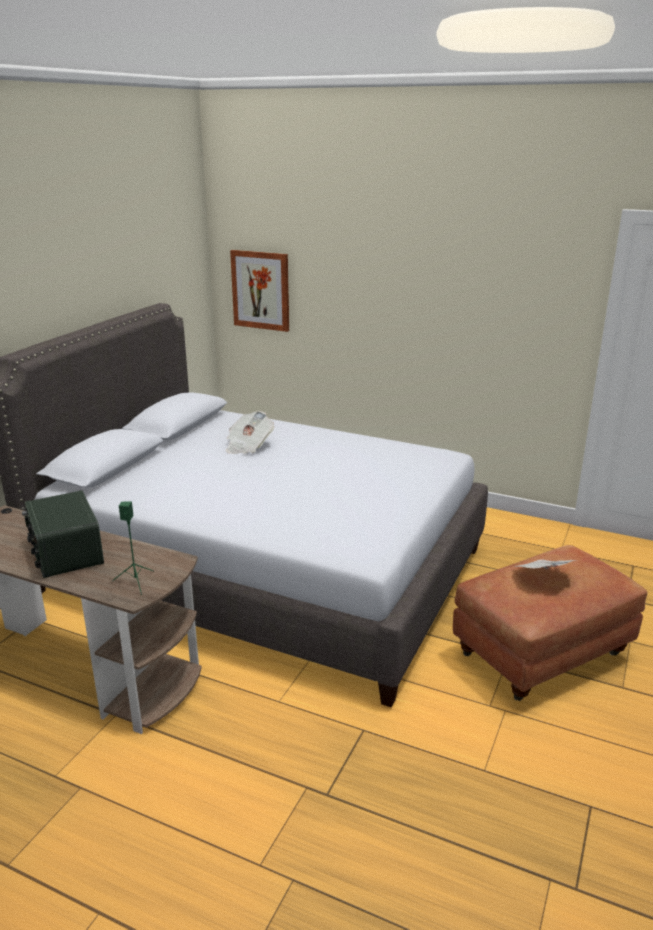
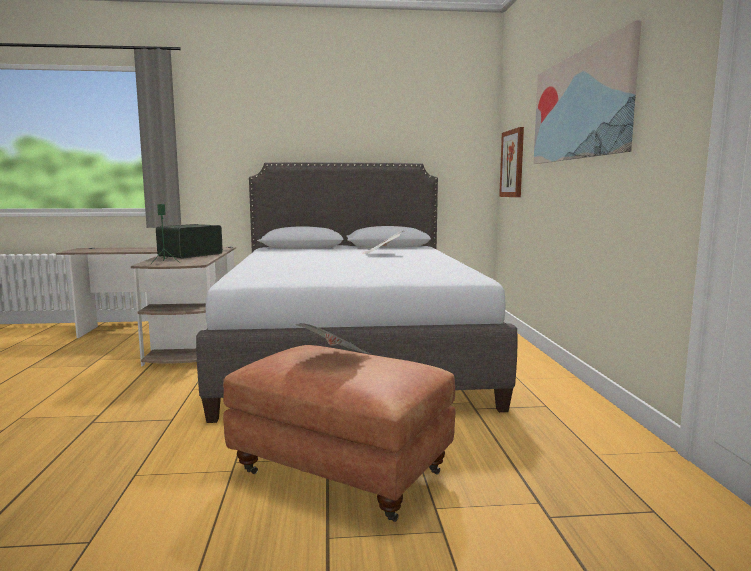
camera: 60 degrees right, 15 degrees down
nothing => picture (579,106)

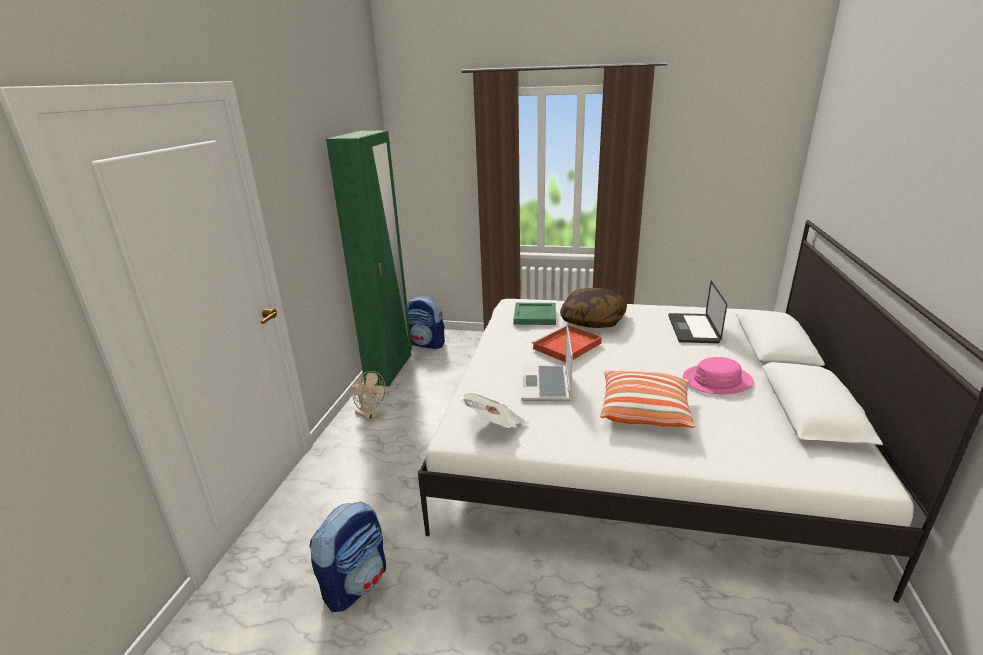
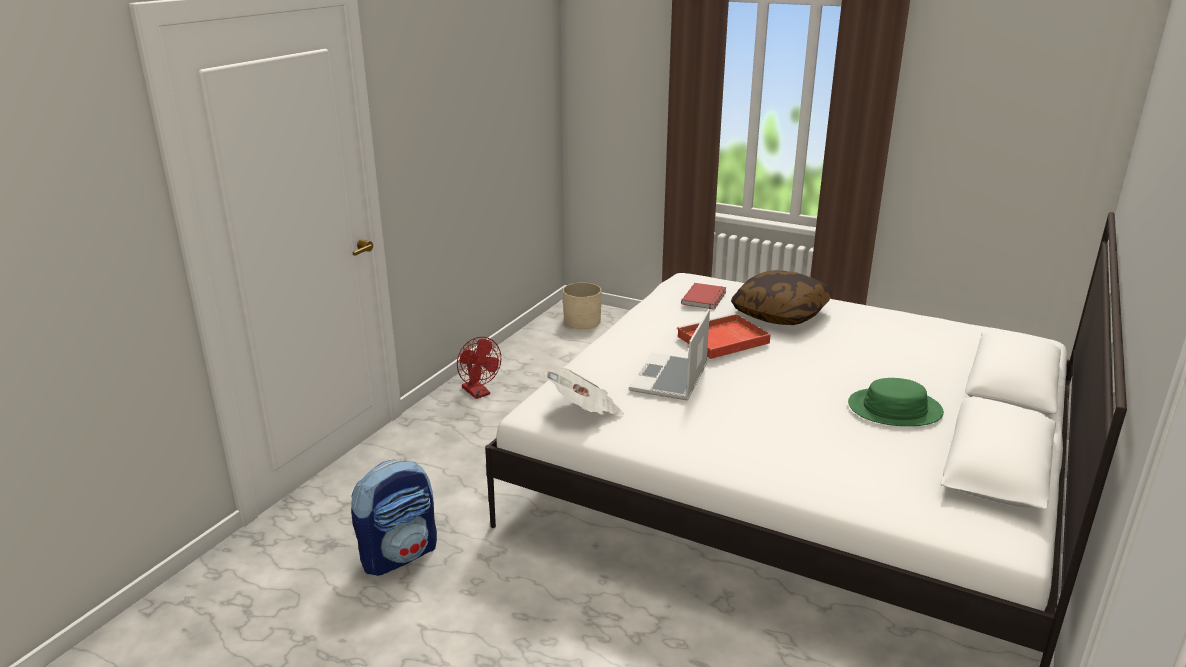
camera: 15 degrees right, 0 degrees up
beige_fan (370,415) => red_fan (479,393)
backpack (427,344) => beige_planter (582,321)
green_tray (535,315) => red_book (705,298)
pink_hat (717,380) => green_hat (894,409)
green_wardrobe (390,369) => nothing
pillow (644,411) => nothing
laptop (693,329) => nothing

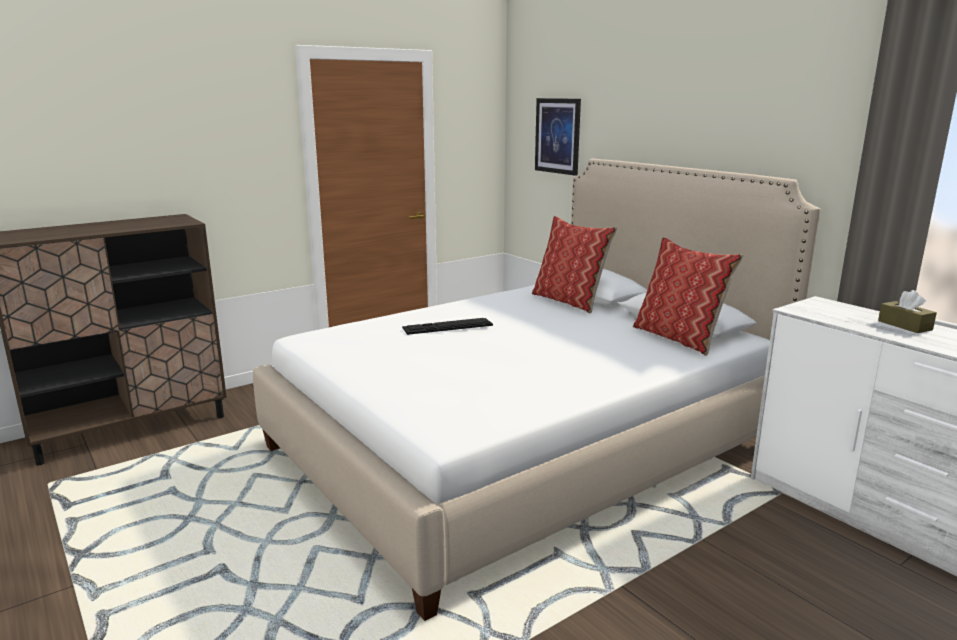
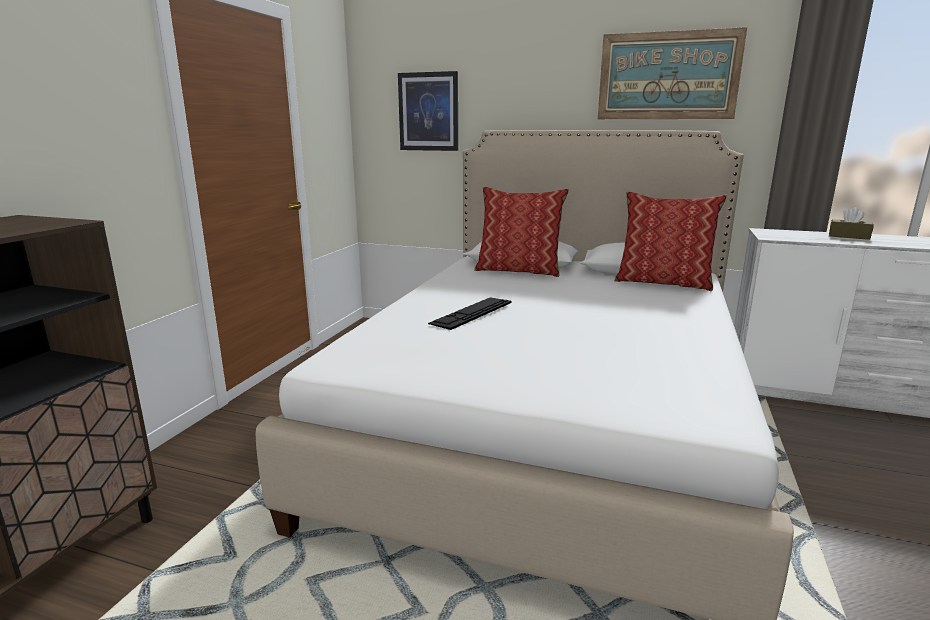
camera: 35 degrees left, 0 degrees up
nothing => picture (668,76)

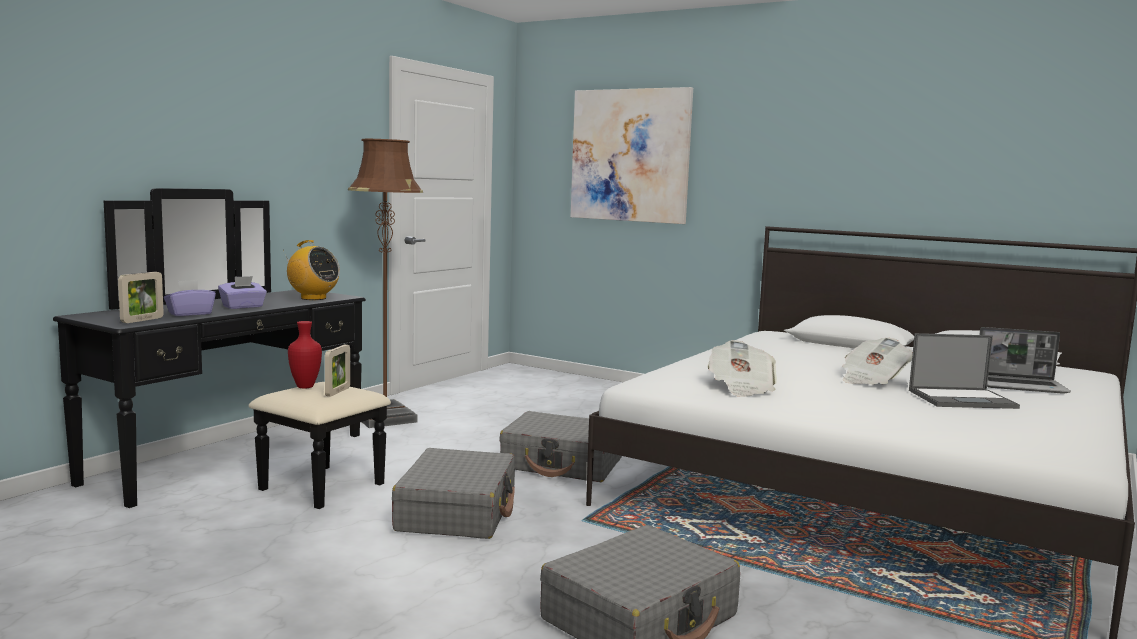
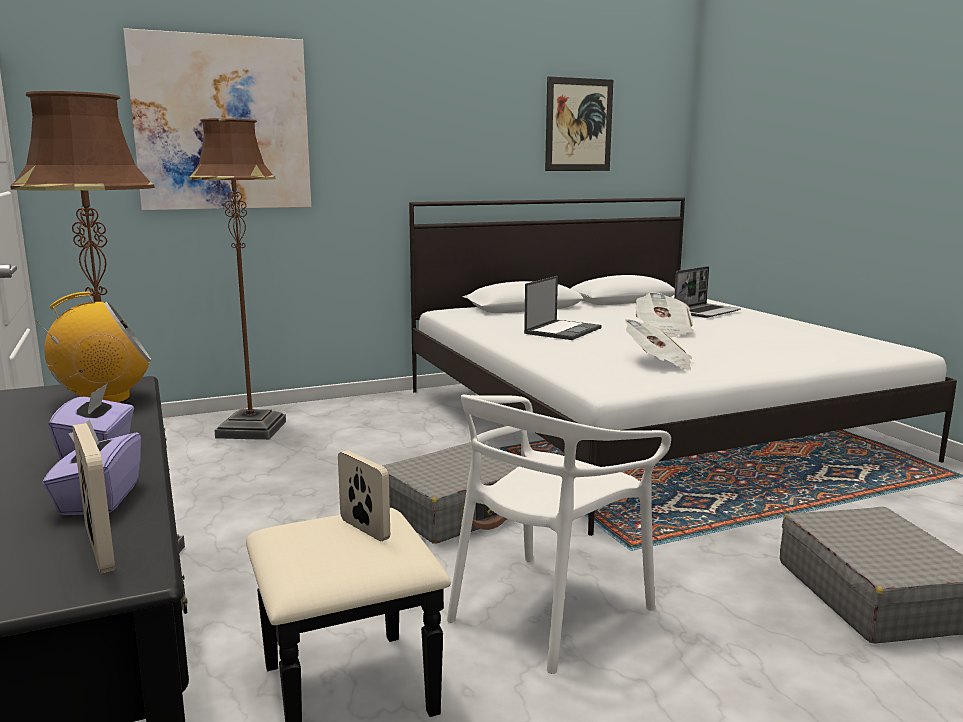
camera: 55 degrees left, 5 degrees up
nothing => brown_floor_lamp (251,430)
grey_suitcase (457,512) => white_chair (547,610)
laptop (963,399) => laptop (563,330), relocated
nothing => picture (579,125)
red_vase (305,386) => nothing

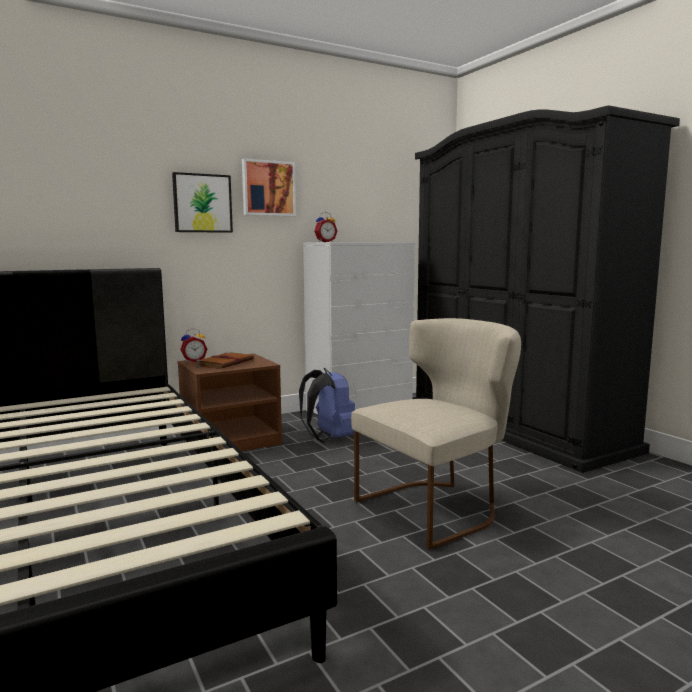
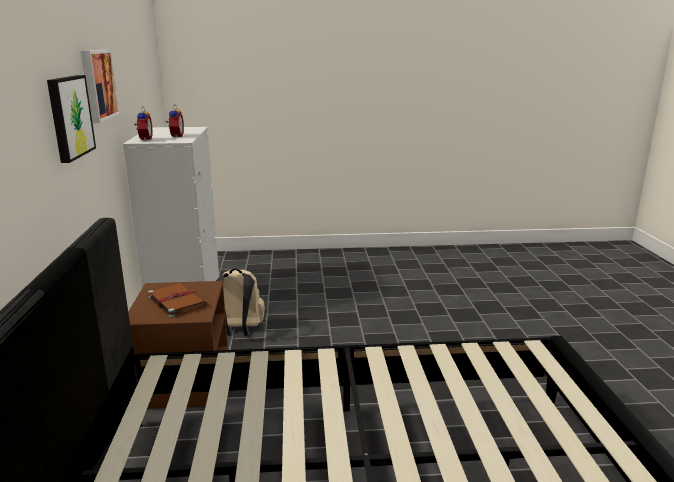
camera: 65 degrees left, 10 degrees up
alarm_clock (194,361) => alarm_clock (175,136), relocated
blue_backpack (329,438) => beige_backpack (239,331)
beige_chair (437,507) => nothing
black_wardrobe (514,425) => nothing

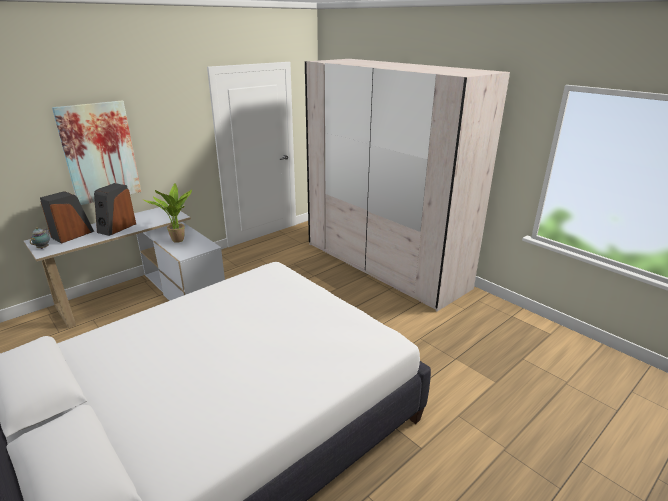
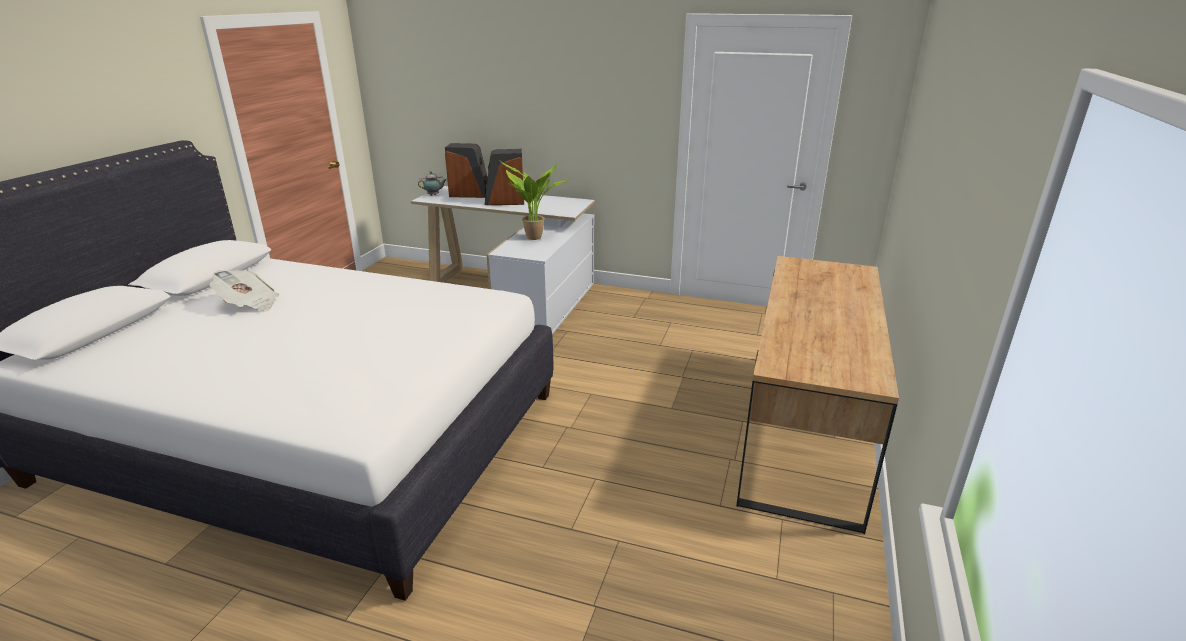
camera: 60 degrees right, 0 degrees up
nothing => newspaper (249,304)
beige_wardrobe (384,265) => brown_desk (804,429)
picture (99,152) => nothing

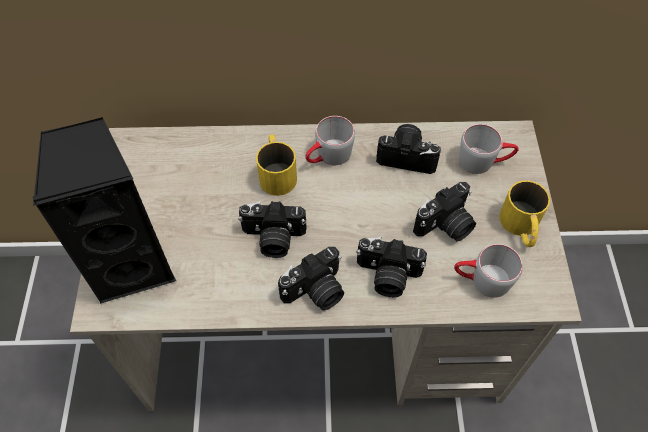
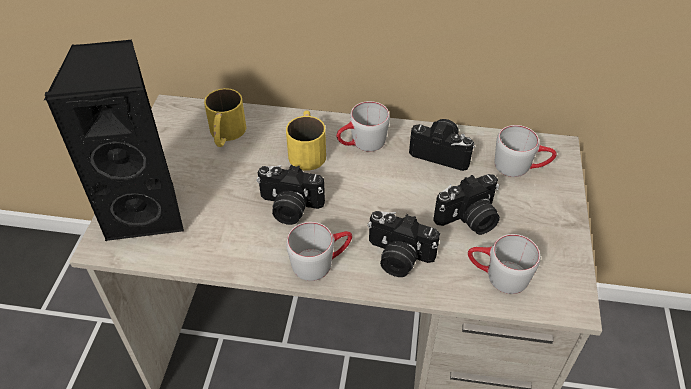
camera: 10 degrees right, 10 degrees down
yellow_mug (521,227) => yellow_mug (225,135), relocated
photo_camera (316,292) => grey_mug (321,261)

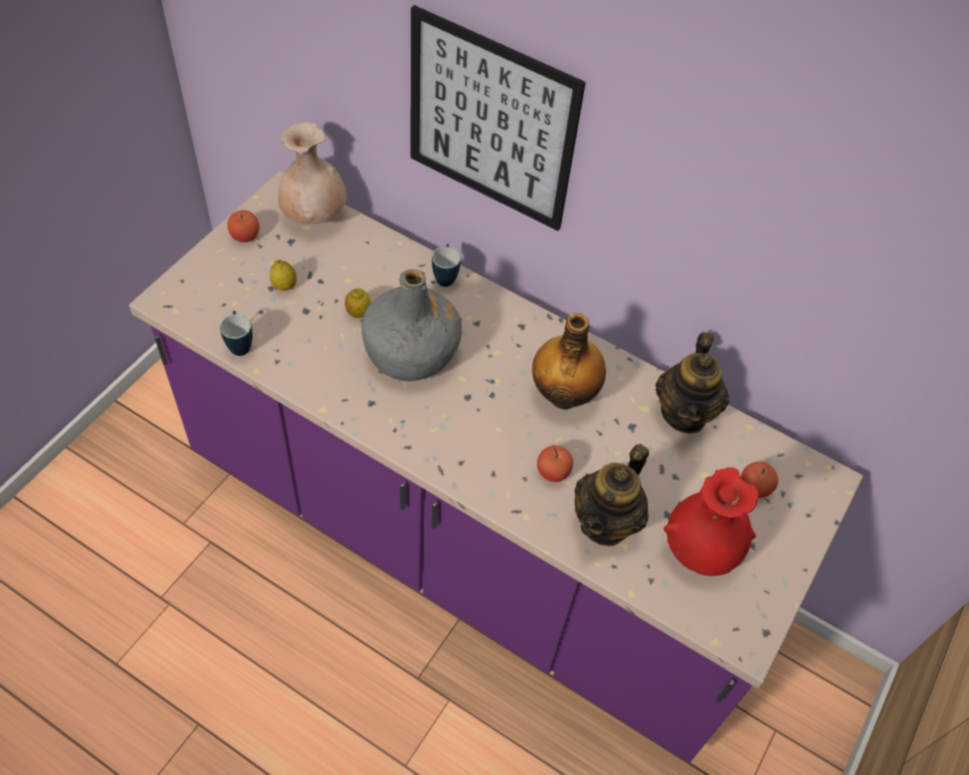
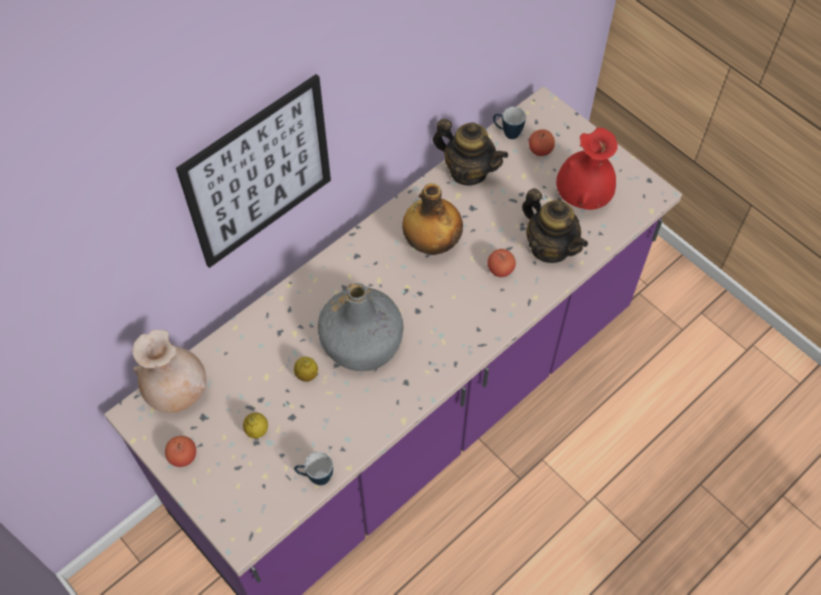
camera: 70 degrees left, 5 degrees up
mug (445,276) => mug (507,133), relocated

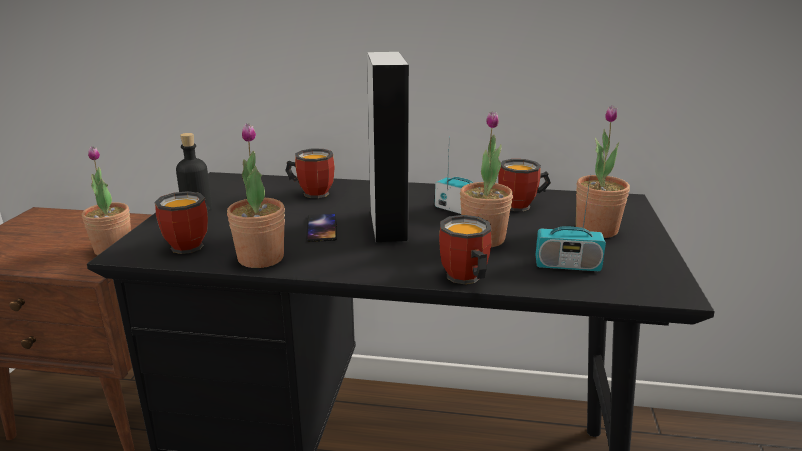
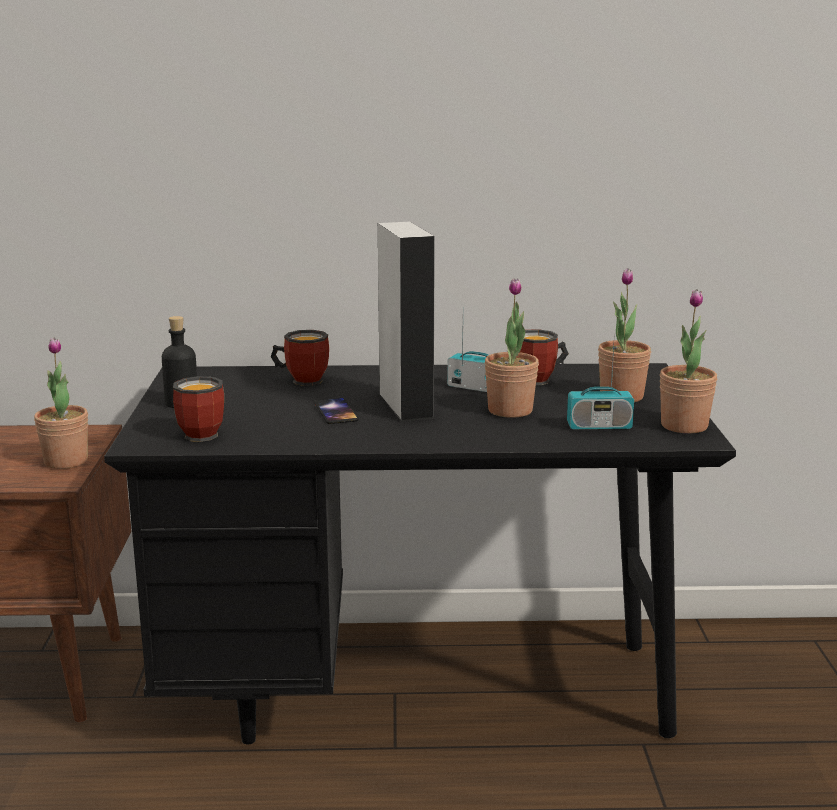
camera: 10 degrees left, 5 degrees down
potted_plant (261,258) => potted_plant (684,426), relocated
mug (463,279) => nothing

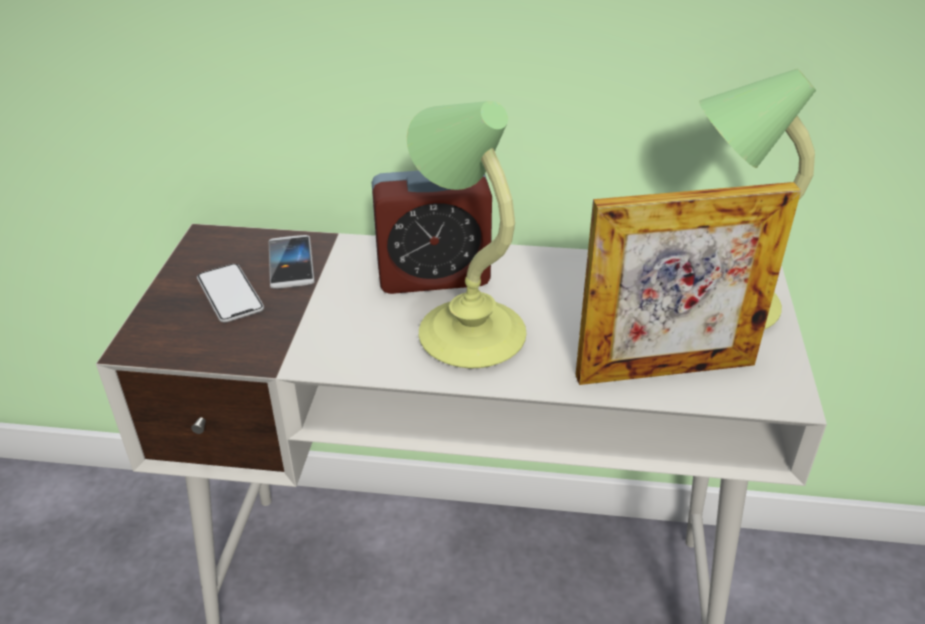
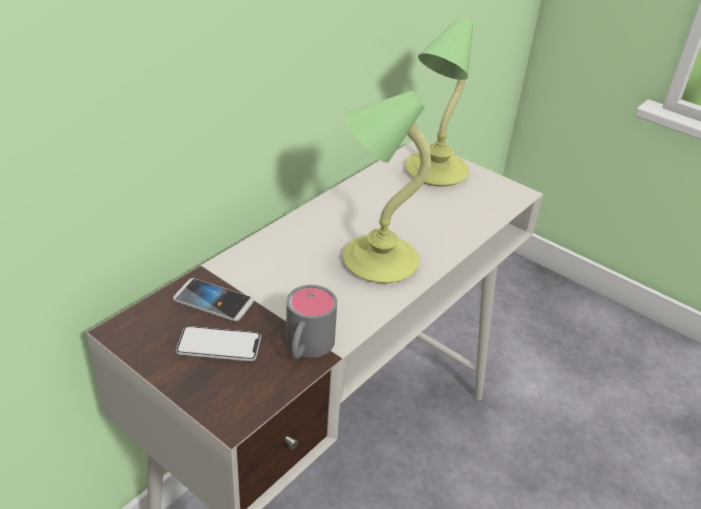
camera: 60 degrees left, 0 degrees up
nothing => grey_mug (306,348)
alarm_clock (433,276) => nothing
picture_frame (665,370) => nothing

